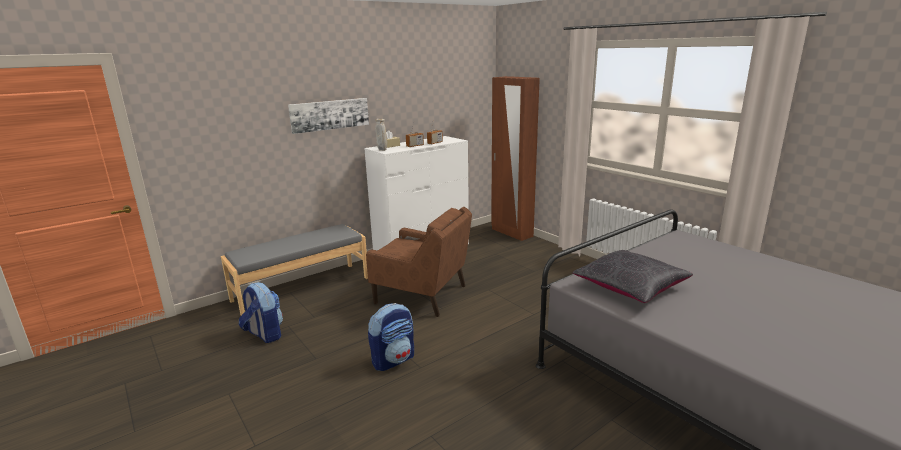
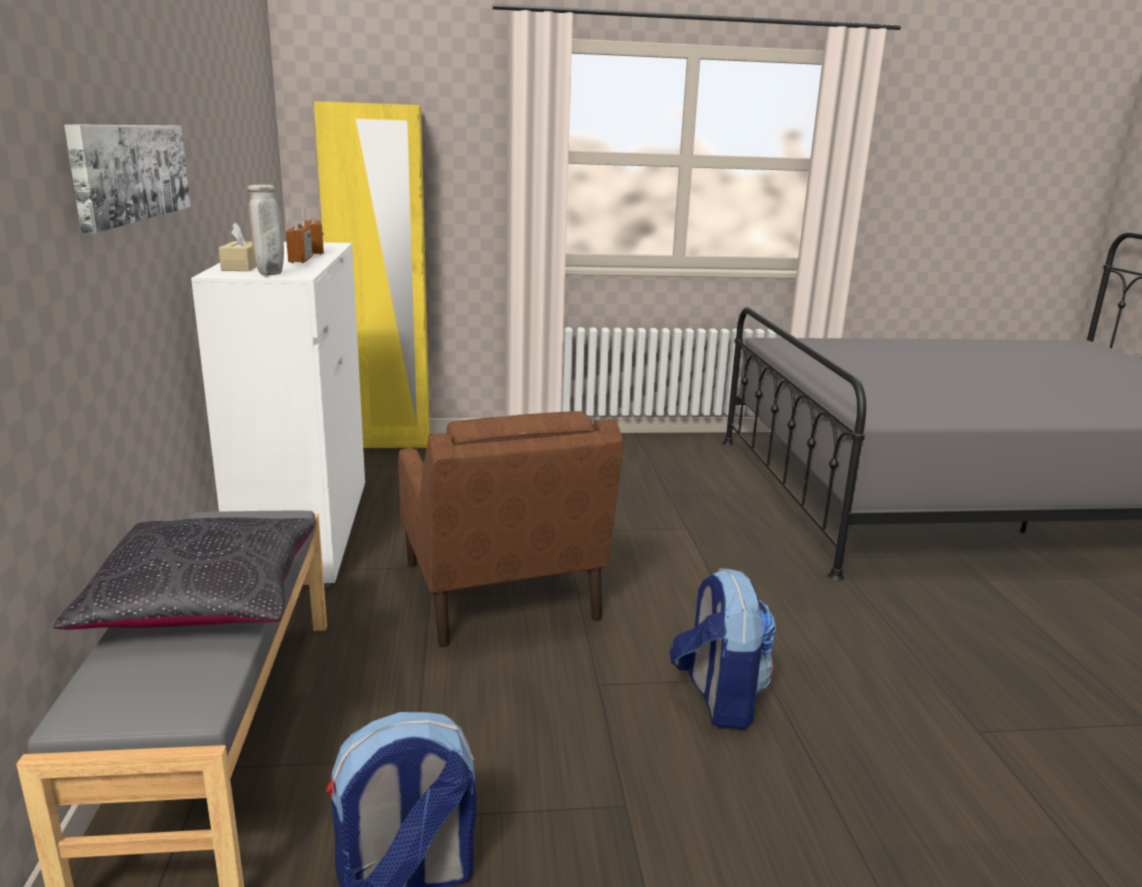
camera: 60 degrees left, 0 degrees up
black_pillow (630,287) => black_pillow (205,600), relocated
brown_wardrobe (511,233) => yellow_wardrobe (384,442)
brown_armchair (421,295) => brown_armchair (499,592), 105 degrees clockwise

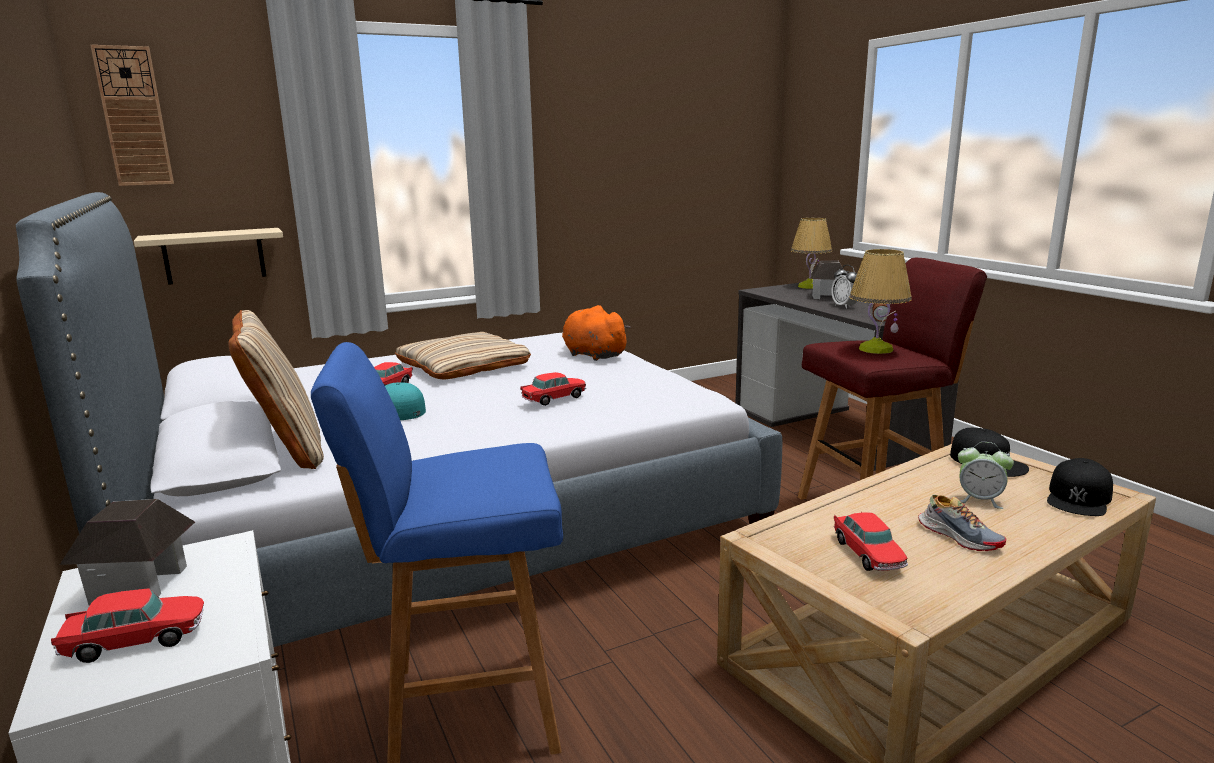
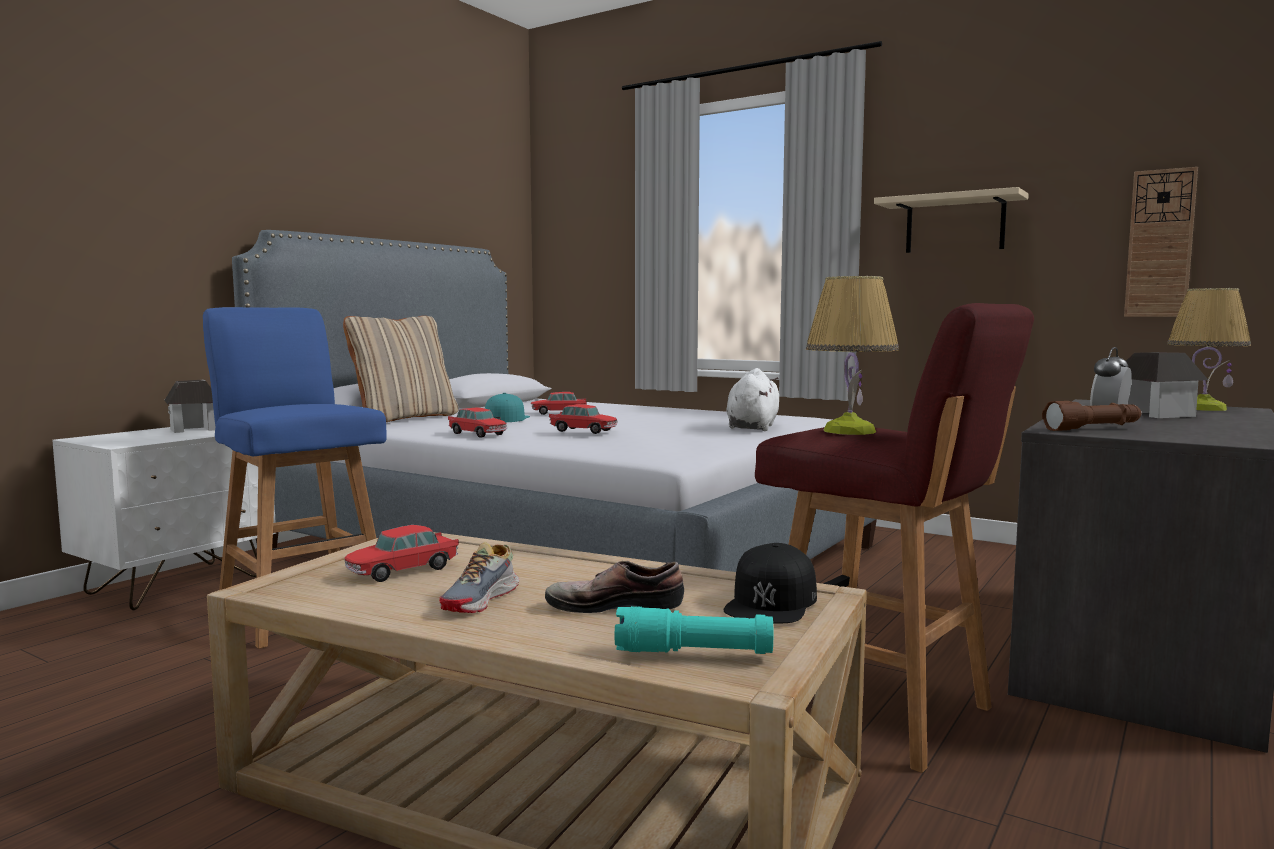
camera: 60 degrees right, 10 degrees down
toy_car (136,640) => toy_car (477,434), relocated
alarm_clock (979,500) => shoe (614,605)
black_cap (1078,498) => turquoise_flashlight (694,653)
orange_plush_toy (592,355) => white_plush_toy (753,427)
beige_shelf (214,256) => beige_shelf (955,224), relocated
wall_clock (134,117) => wall_clock (1160,244), relocated
beige_pillow (463,365) => nothing

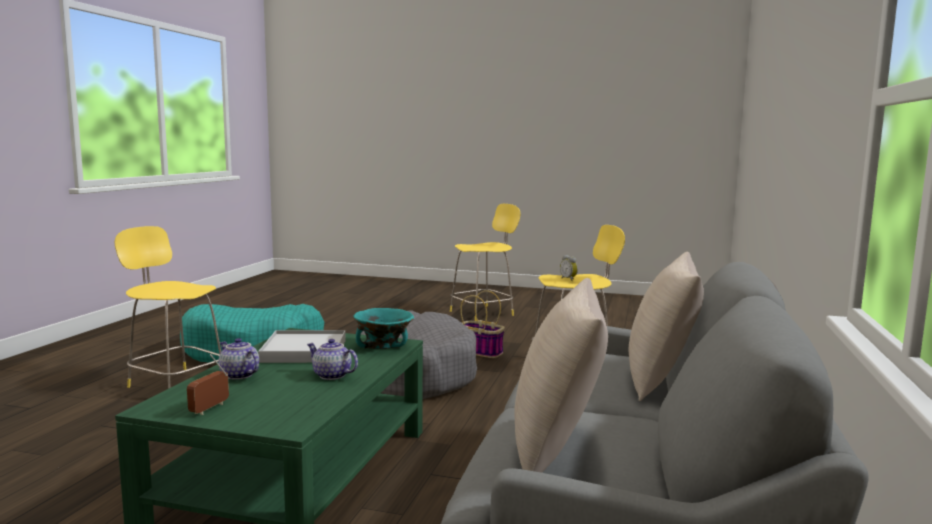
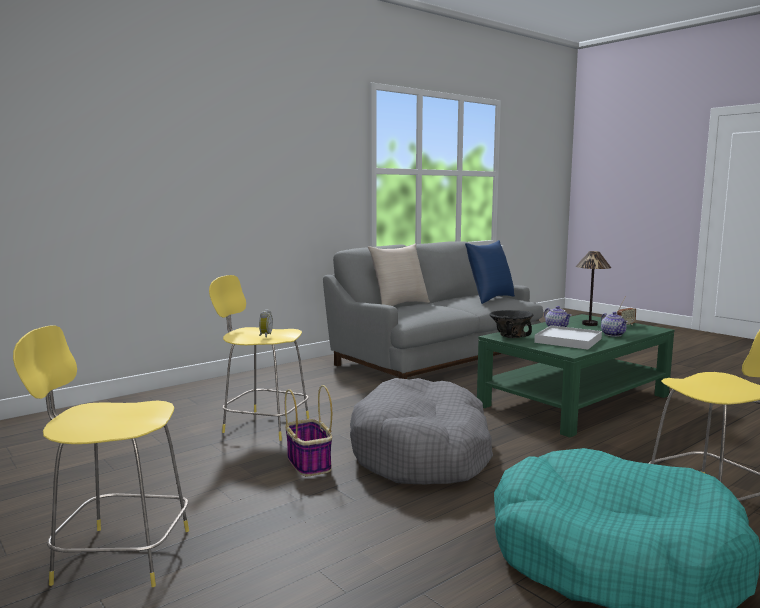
camera: 145 degrees left, 0 degrees up
beige_pillow (556,446) => blue_pillow (489,299)
turquoise_bowl (383,346) => black_bowl (511,336)
nothing => table_lamp (590,324)

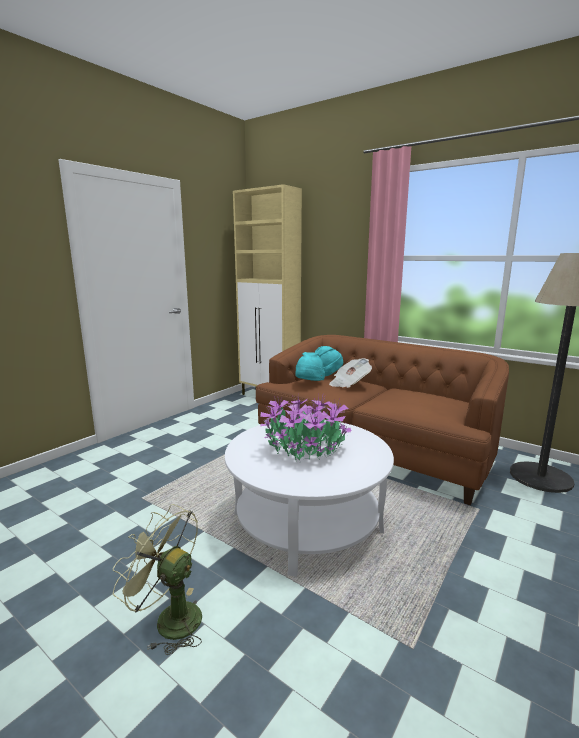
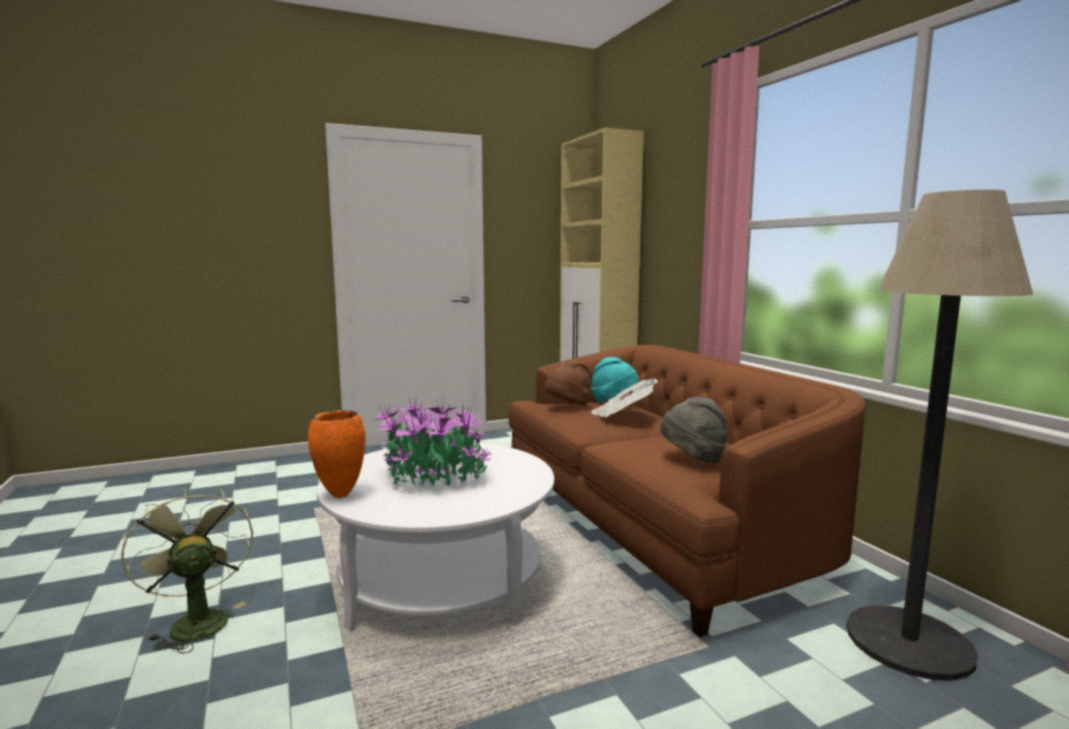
camera: 30 degrees right, 5 degrees down
nothing => orange_vase (339,496)
turquoise_hat (309,383) => brown_hat (568,407)
nothing => grey_hat (693,459)

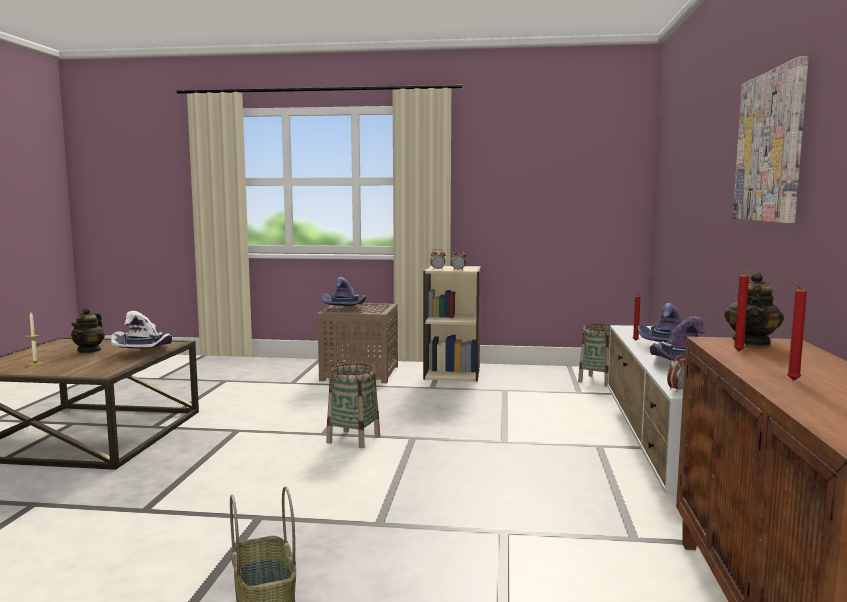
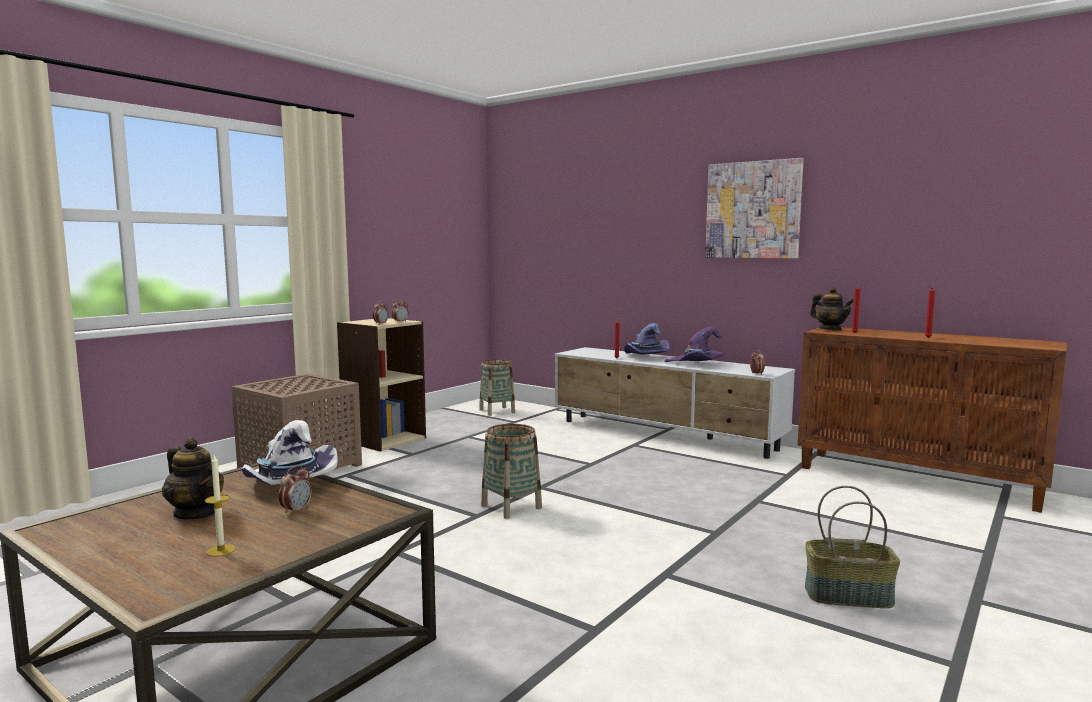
camera: 60 degrees left, 0 degrees up
nothing => alarm_clock (296,511)
purple_hat (345,309) => nothing

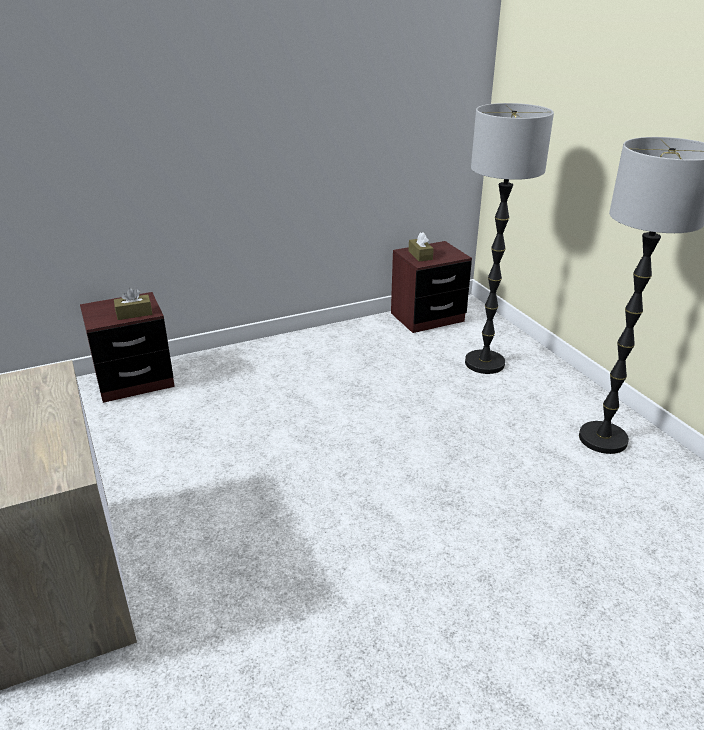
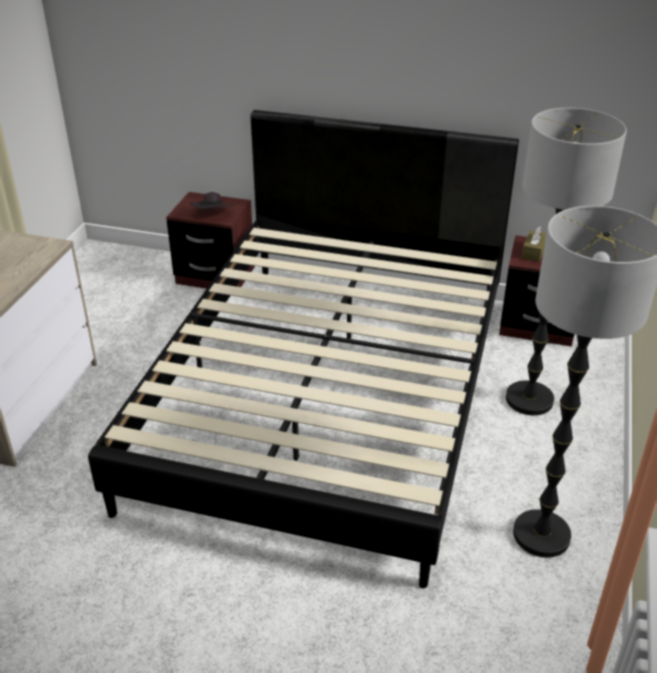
camera: 40 degrees right, 5 degrees up
nothing => black_bed (329,394)
brown_tissue_box (134,313) => black_hat (213,215)

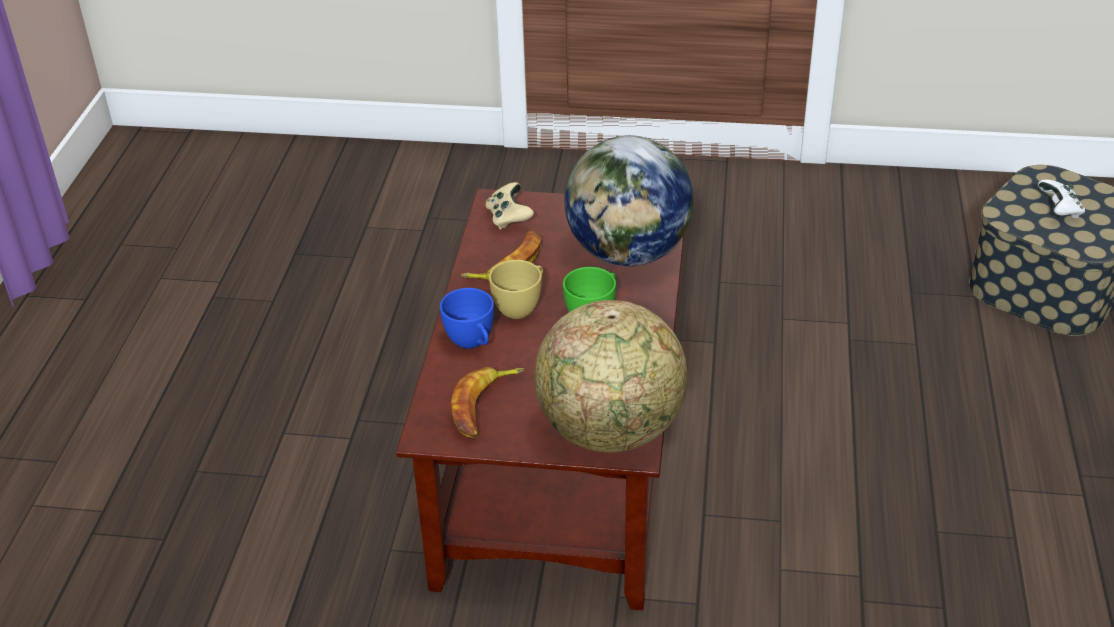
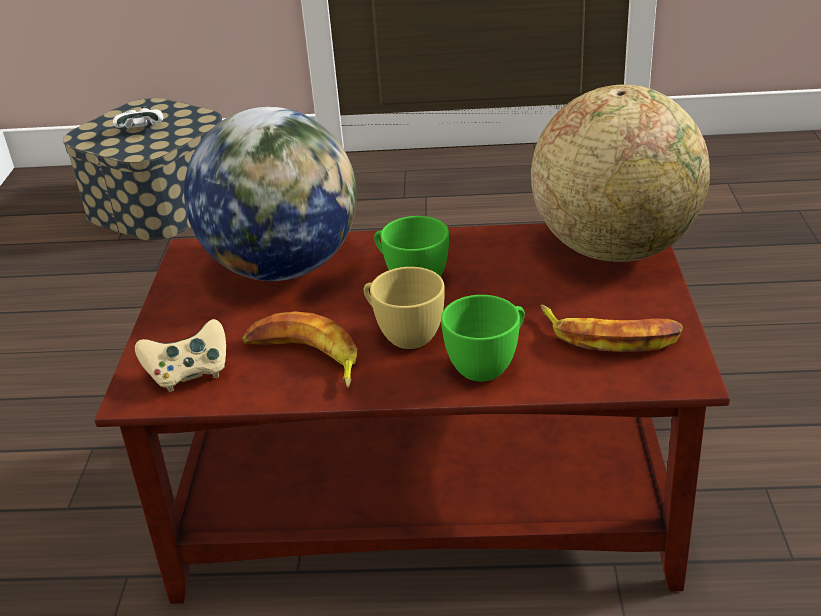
camera: 95 degrees left, 5 degrees down
blue_cup (472,343) => green_cup (488,364)

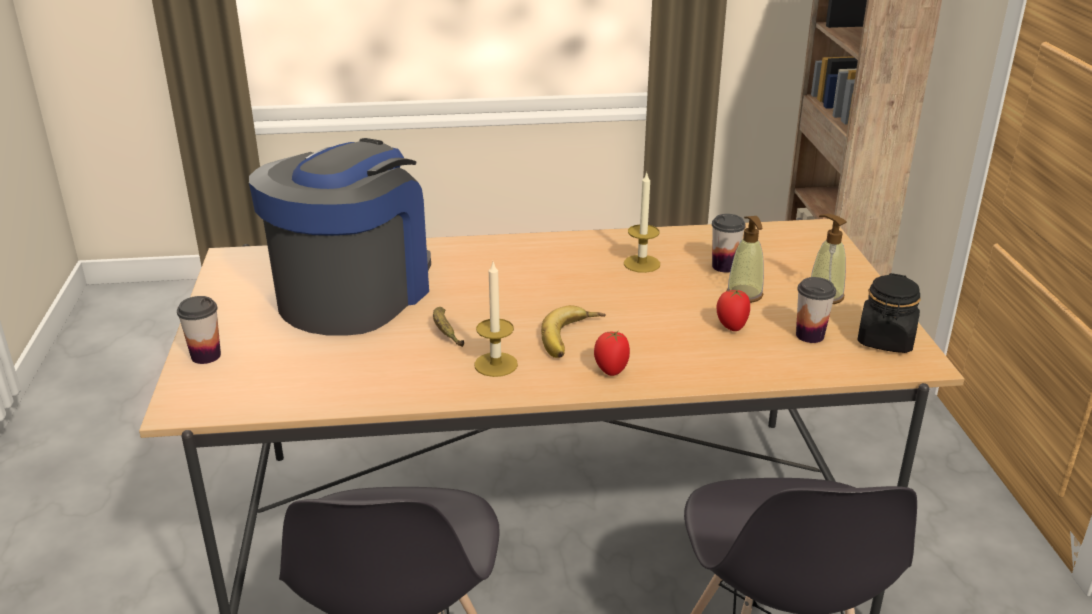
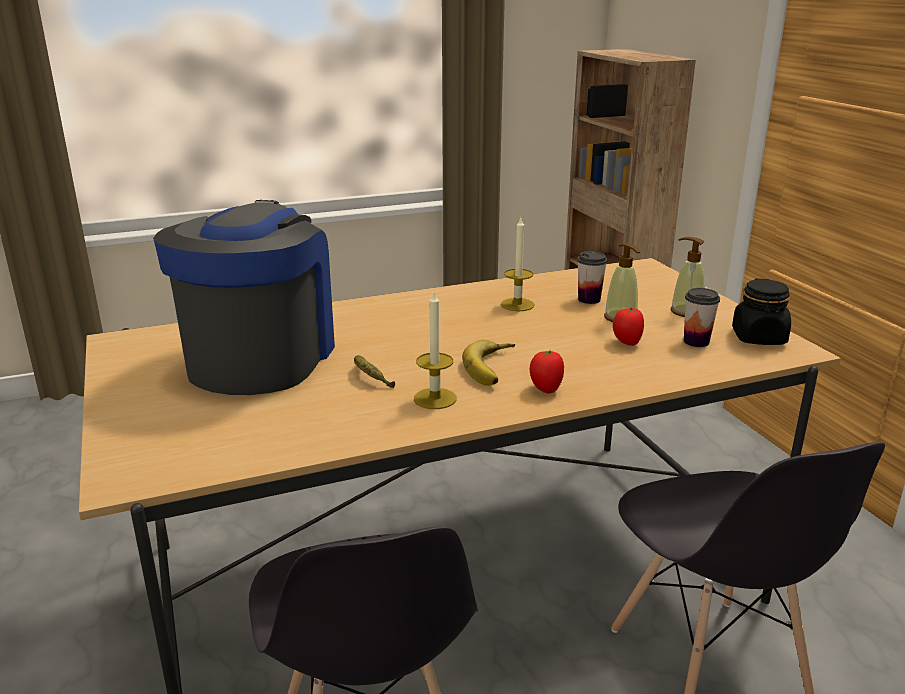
camera: 15 degrees left, 5 degrees down
cup (206,356) => nothing

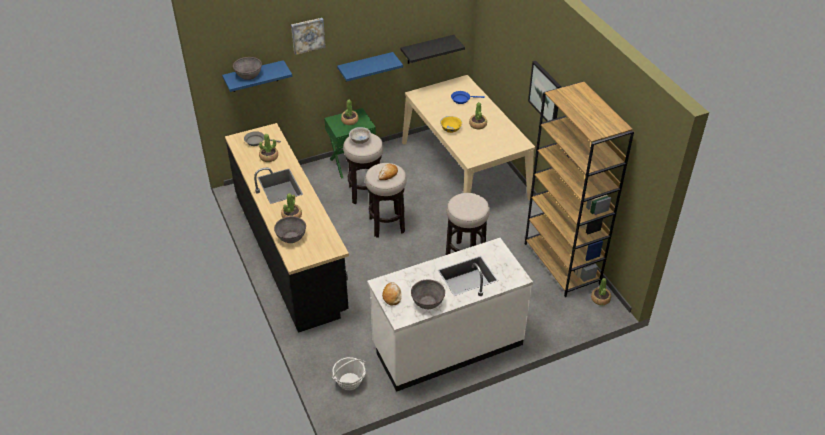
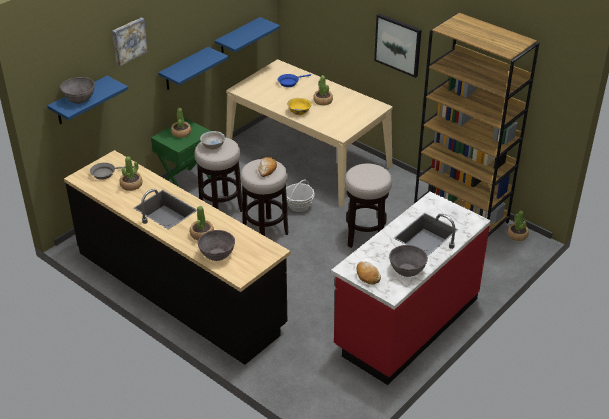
camera: 25 degrees left, 5 degrees down
black_shelf (427,49) => blue_shelf (238,38)
basket (349,381) => basket (299,206), relocated
white_counter (447,344) => red_counter (406,323)

